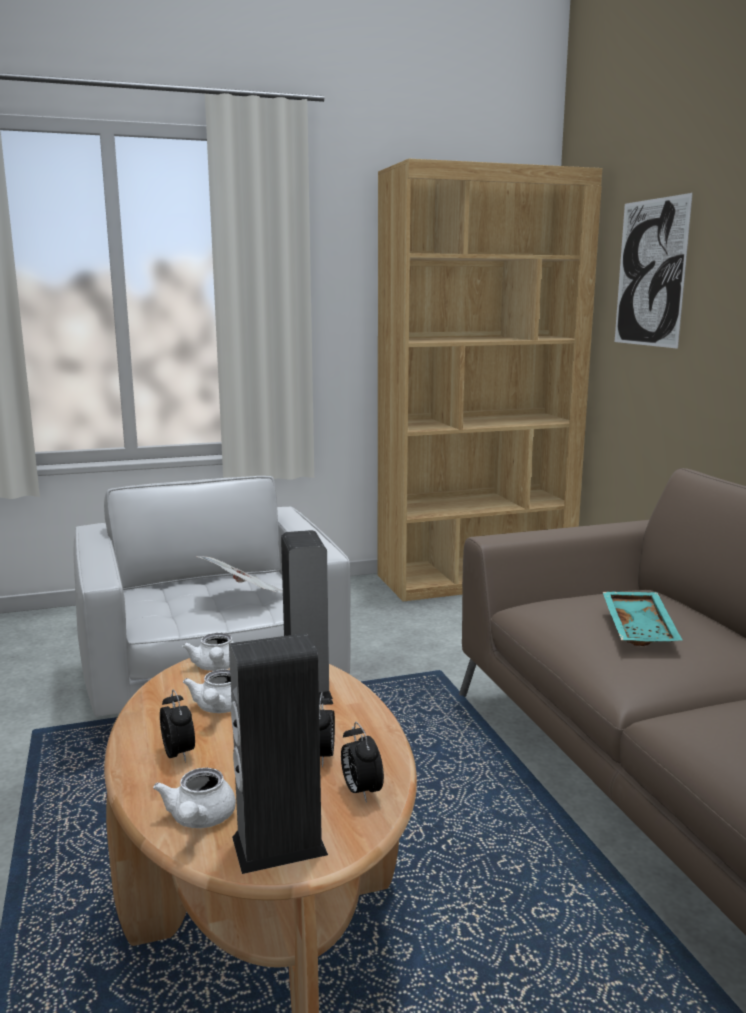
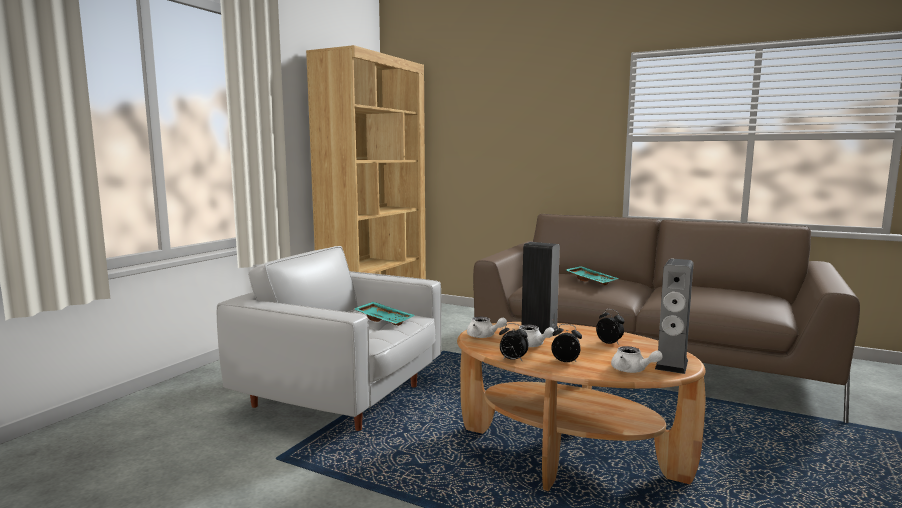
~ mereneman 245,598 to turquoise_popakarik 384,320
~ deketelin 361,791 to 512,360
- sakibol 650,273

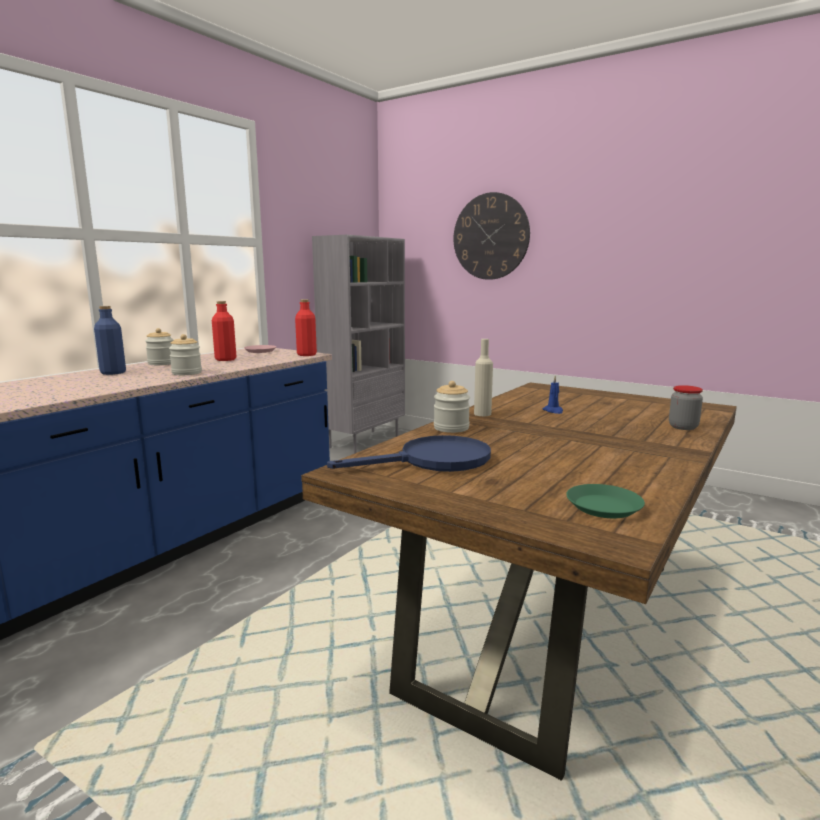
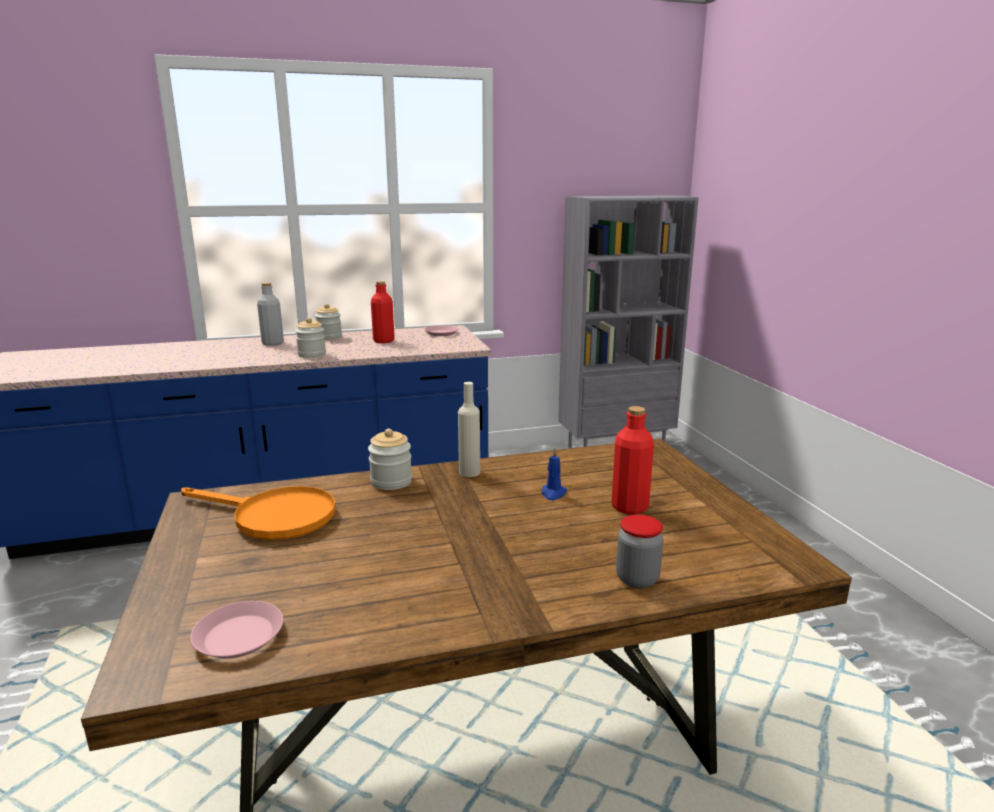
~ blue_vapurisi 433,461 to orange_vapurisi 273,517
~ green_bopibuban 603,506 to pink_bopibuban 238,636
~ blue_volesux 113,373 to grey_volesux 272,343
~ red_volesux 306,355 to 629,507
- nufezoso 490,236

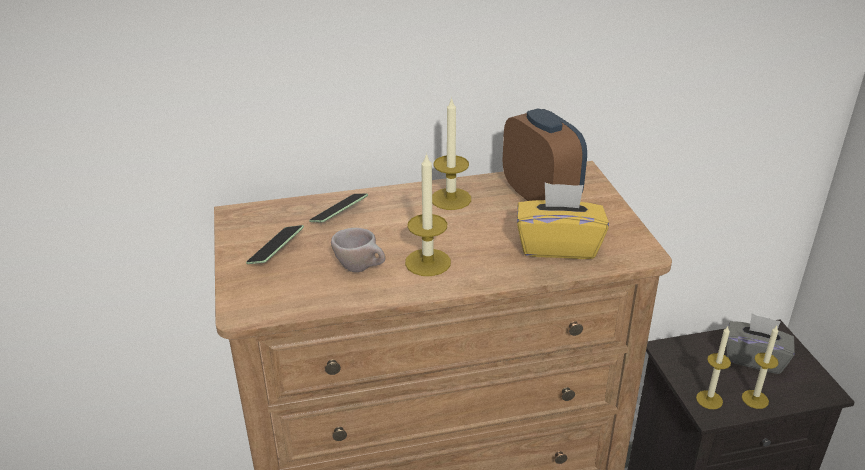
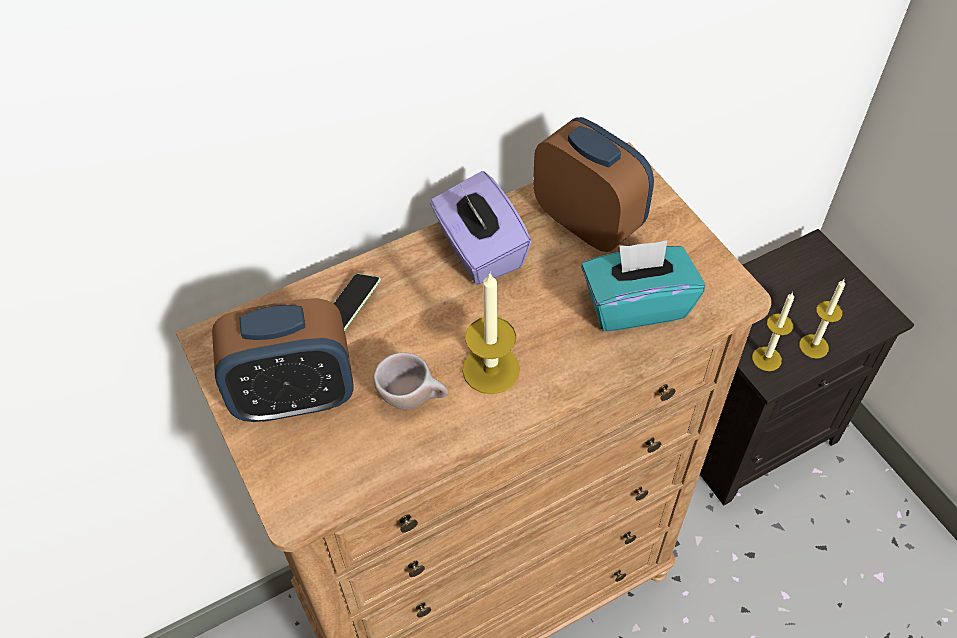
~ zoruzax 276,252 to deketelin 295,397
~ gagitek 451,199 to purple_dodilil 479,250
~ yellow_dodilil 558,246 to turquoise_dodilil 636,305
- grey_dodilil 754,358

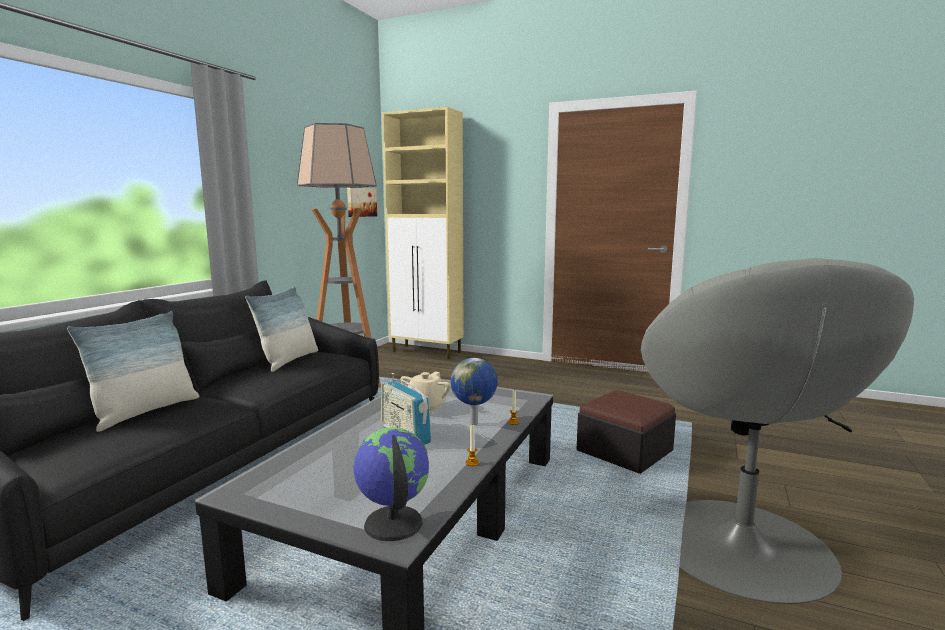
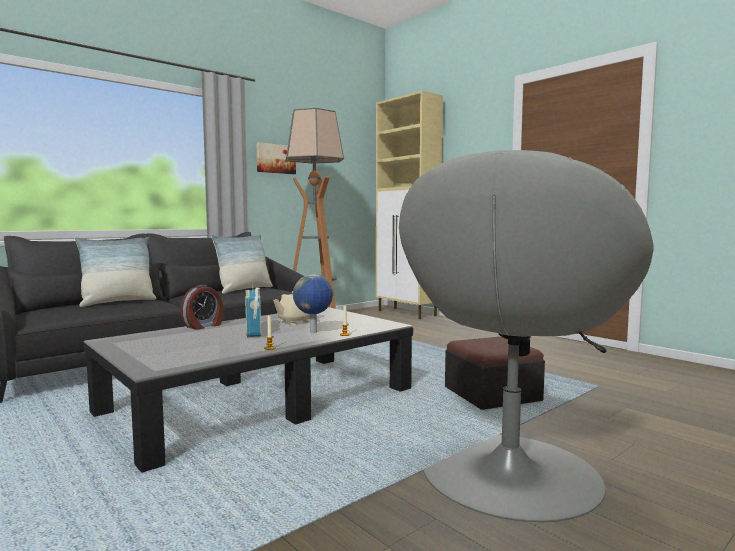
+ deketelin 204,326
~ sakibol 361,202 to 275,159
- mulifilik 392,523

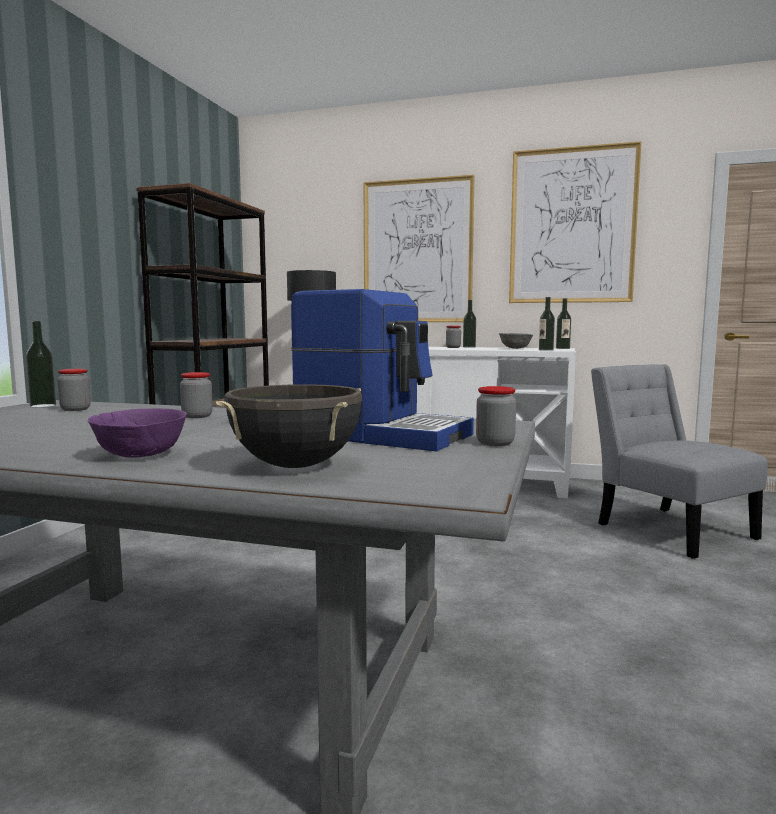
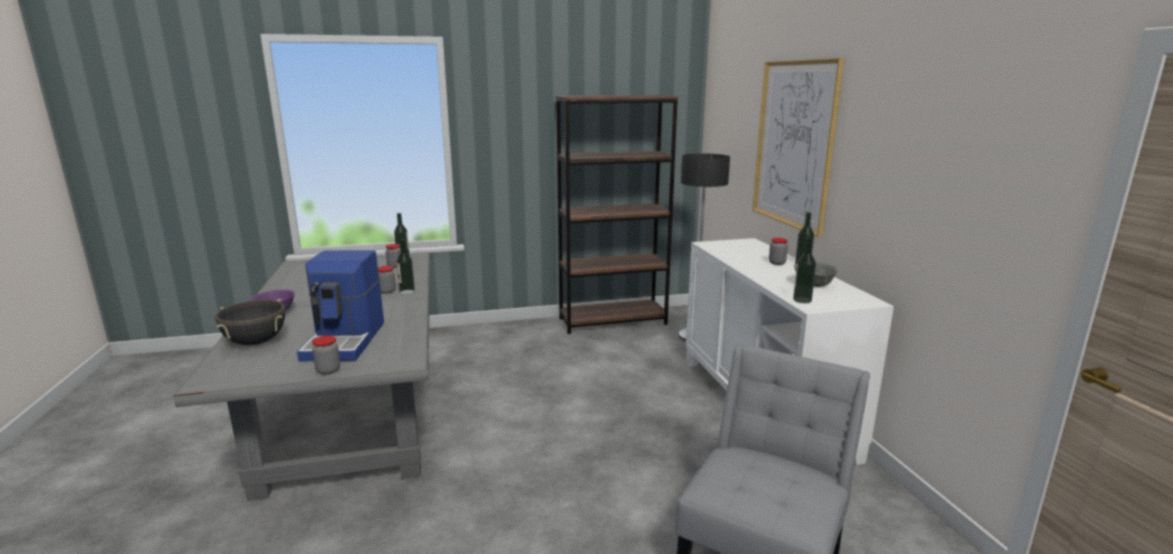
~ volesux 562,348 to 407,292
- sakibol 572,226

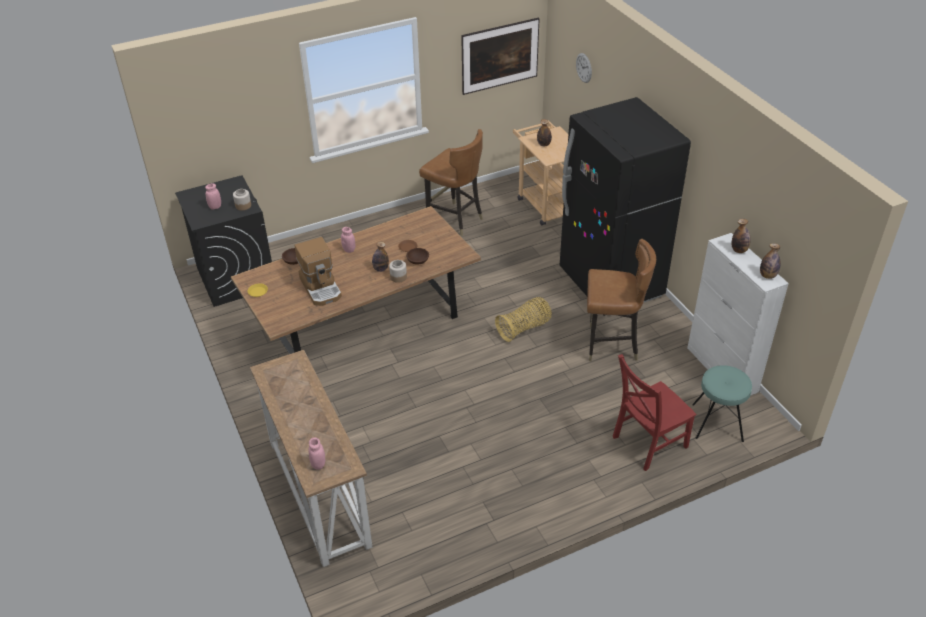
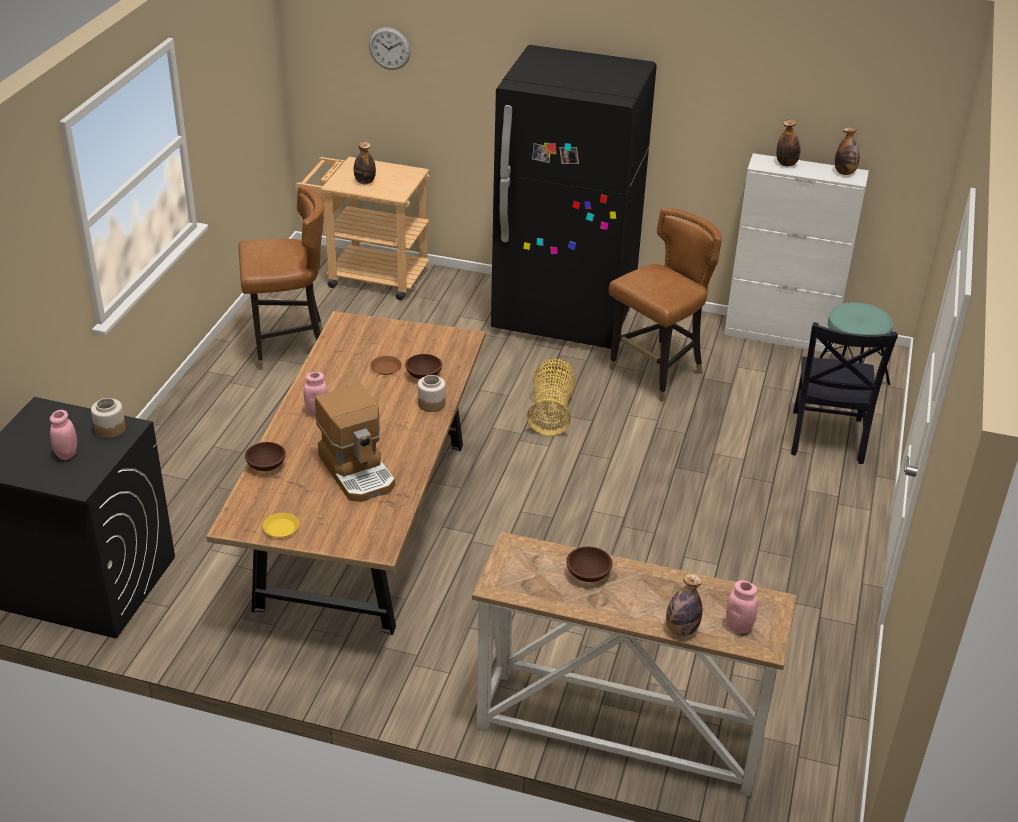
~ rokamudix 321,287 = 358,471 45 degrees clockwise
+ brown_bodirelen 587,574
~ volesux 380,269 to 681,630
~ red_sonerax 647,443 to black_sonerax 826,439
- sakibol 499,70

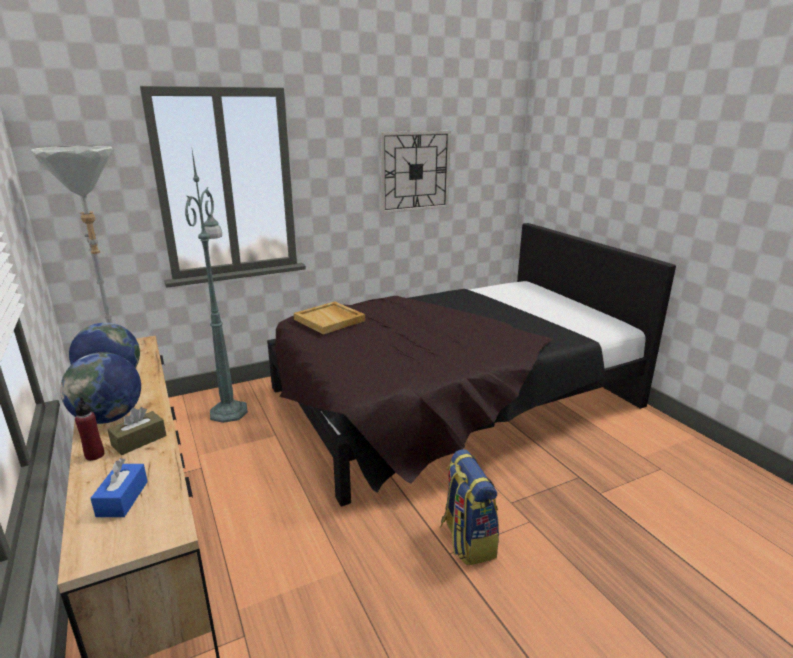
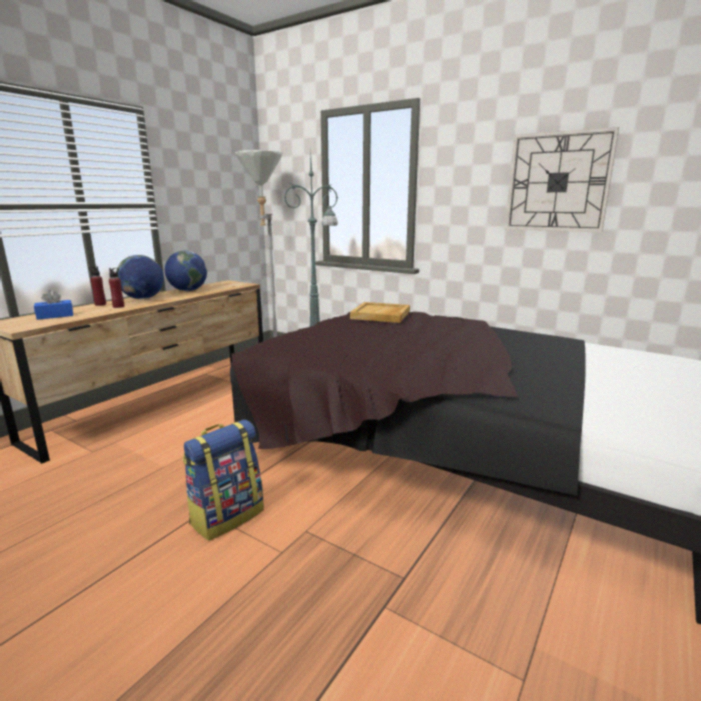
~ brown_dodilil 139,440 to red_volesux 118,306

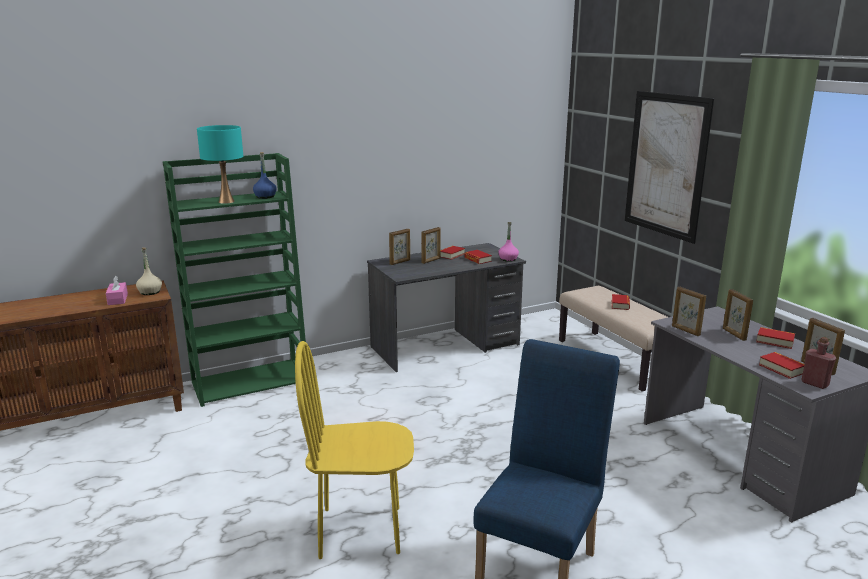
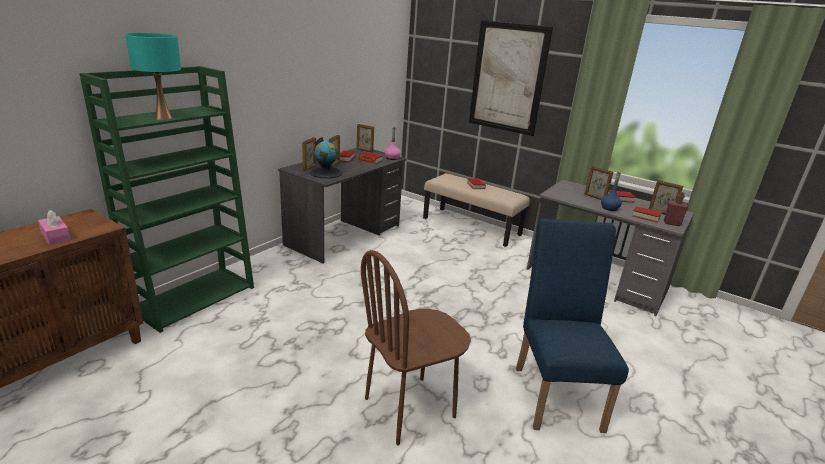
+ mulifilik 326,173
~ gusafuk 685,331 to 364,150
~ yellow_sonerax 360,531 to brown_sonerax 410,408
~ blue_volesux 265,197 to 609,208
- beige_volesux 150,292

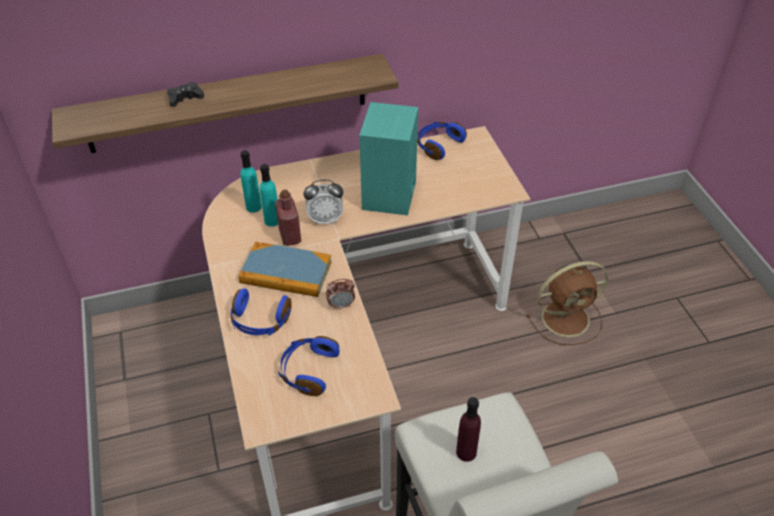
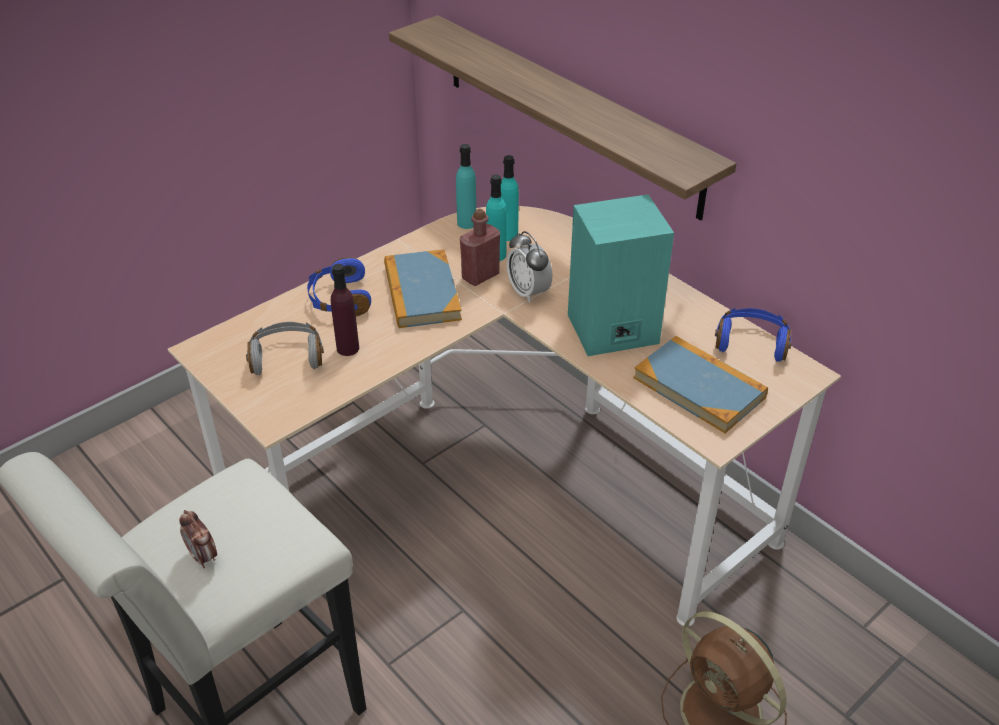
~ deketelin 341,305 to 203,556
~ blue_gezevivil 308,370 to grey_gezevivil 286,357
~ purple_volesux 466,452 to 348,348
+ turquoise_volesux 466,223
+ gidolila 699,387
- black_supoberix 185,98

